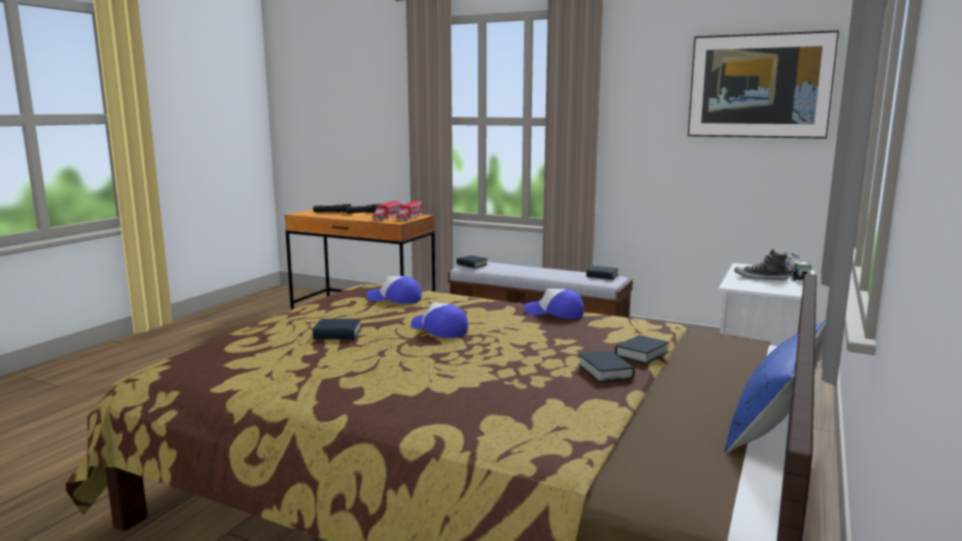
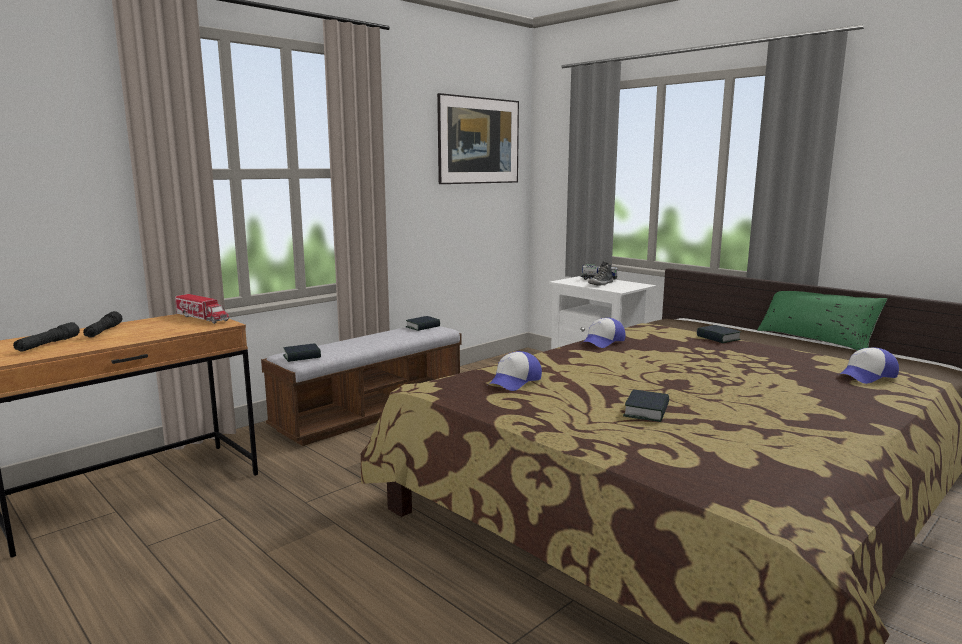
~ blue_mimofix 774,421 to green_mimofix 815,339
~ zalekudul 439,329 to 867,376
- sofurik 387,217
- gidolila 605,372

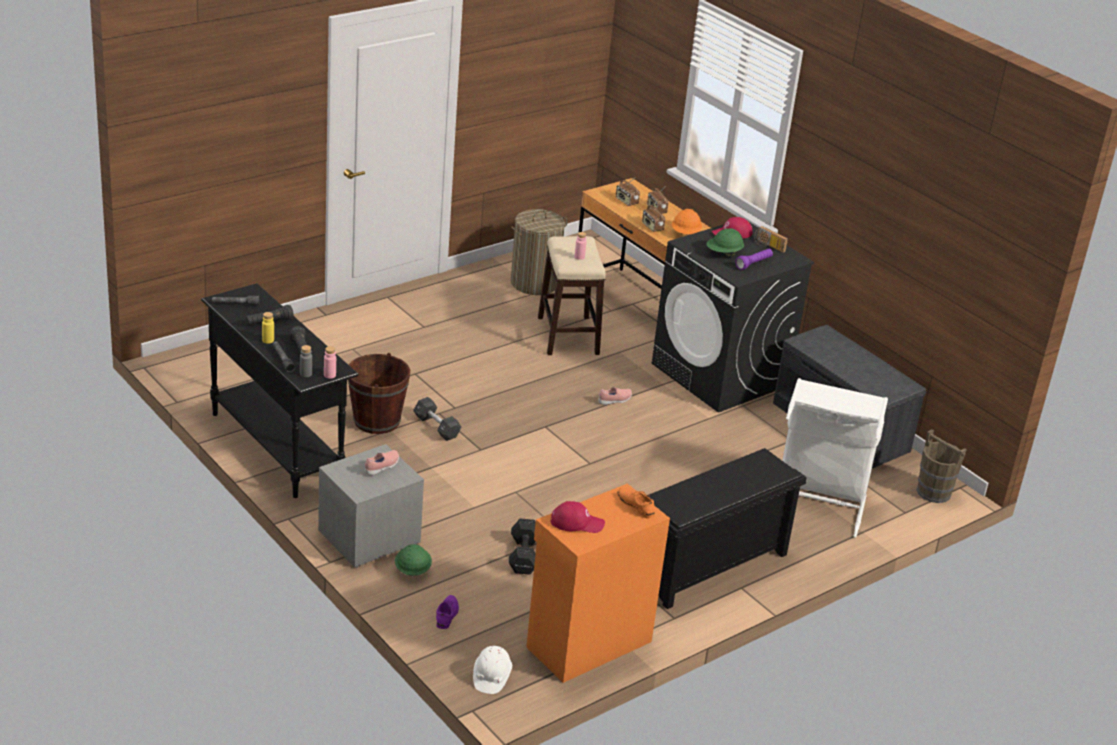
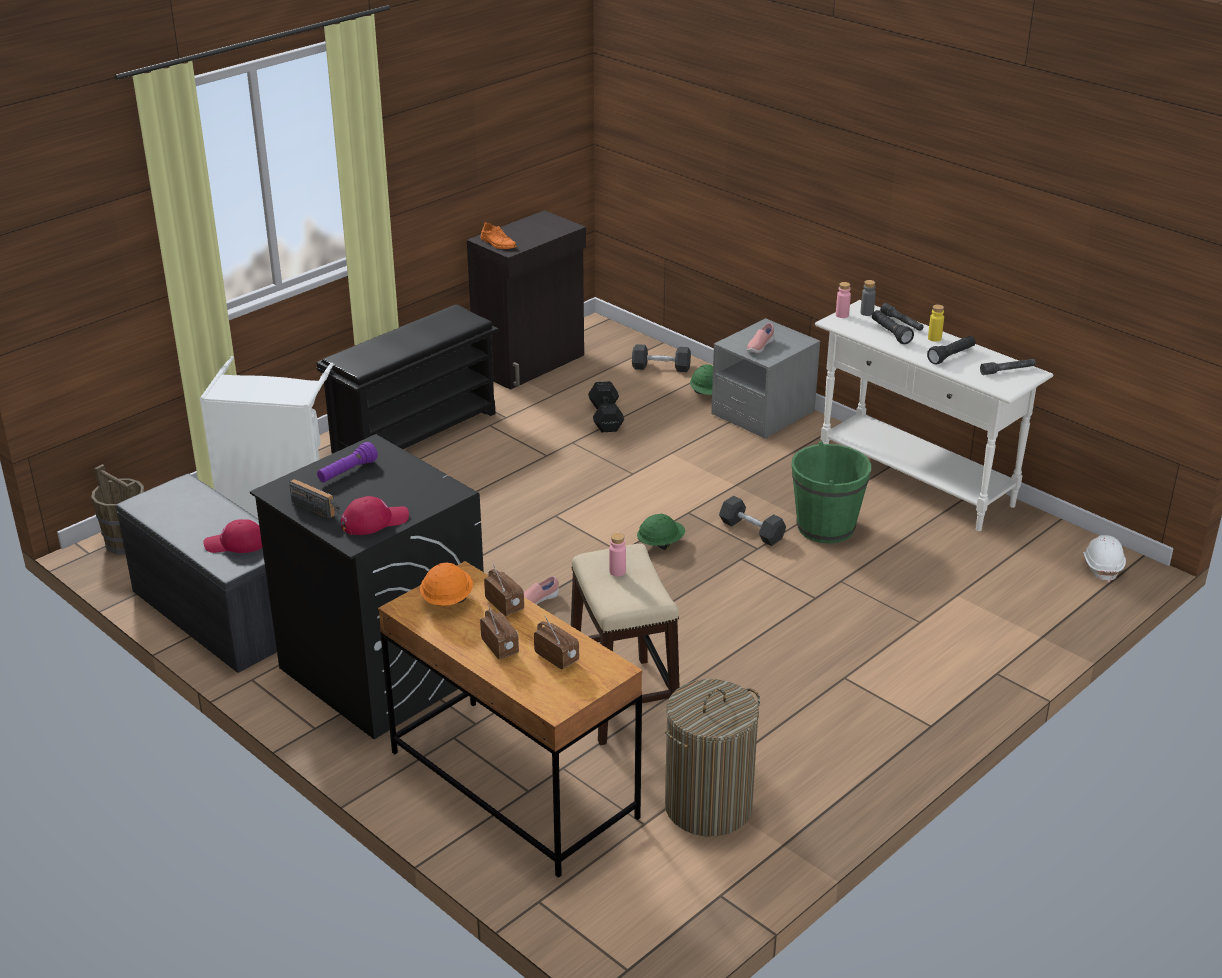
~ red_zalekudul 577,522 to 236,543
~ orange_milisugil 587,643 to black_milisugil 531,363
~ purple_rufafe 447,614 to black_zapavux 661,367
~ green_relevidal 724,253 to 660,544
~ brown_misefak 376,421 to green_misefak 826,527
~ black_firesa 276,446 to white_firesa 916,482
~ white_relevidal 491,677 to 1102,566

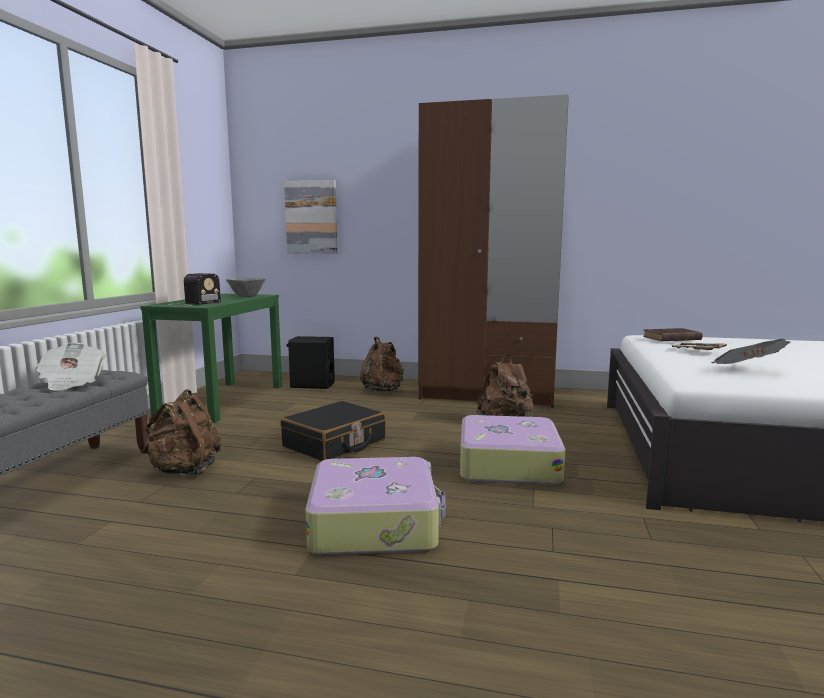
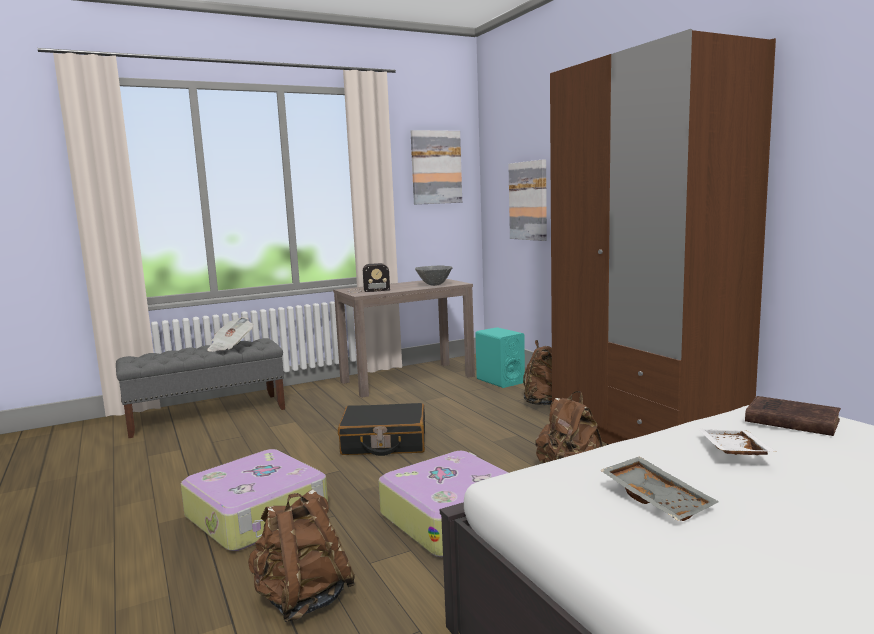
~ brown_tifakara 185,471 to 302,599
~ green_firesa 223,400 to brown_firesa 408,379
+ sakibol 436,167
~ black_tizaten 312,385 to turquoise_tizaten 500,381
~ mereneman 747,370 to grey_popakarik 658,499

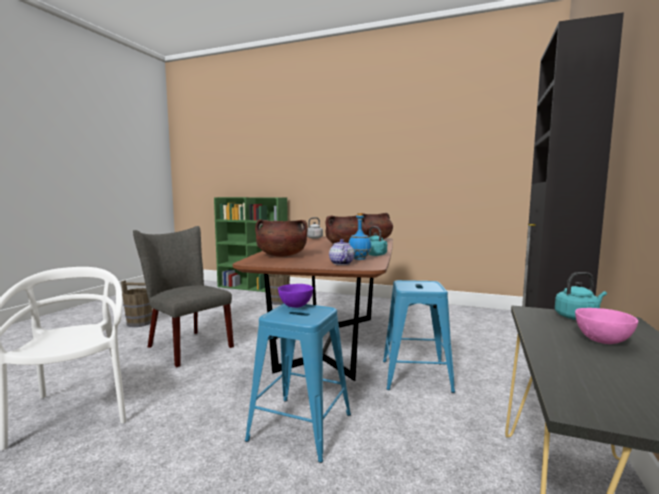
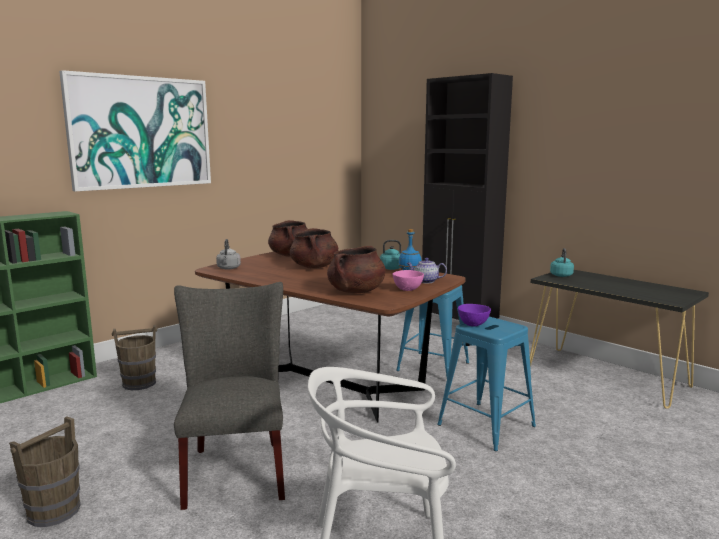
+ sakibol 141,132
~ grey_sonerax 186,346 = 236,468 105 degrees clockwise
~ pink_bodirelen 603,341 to 408,290

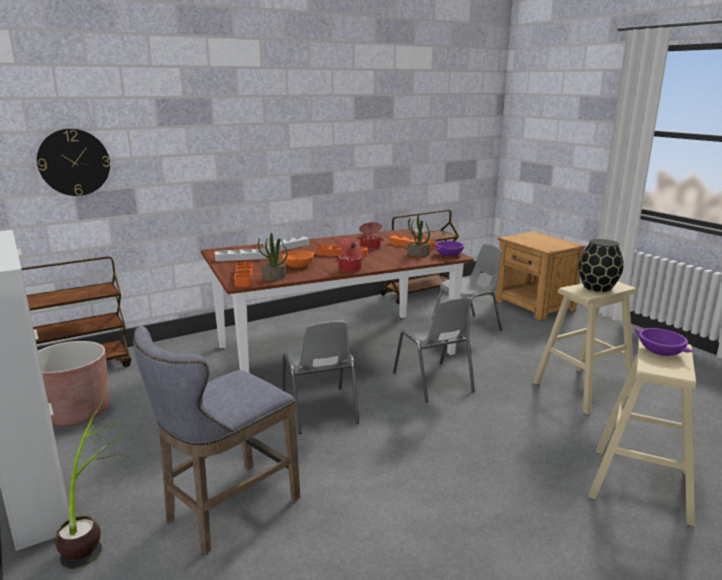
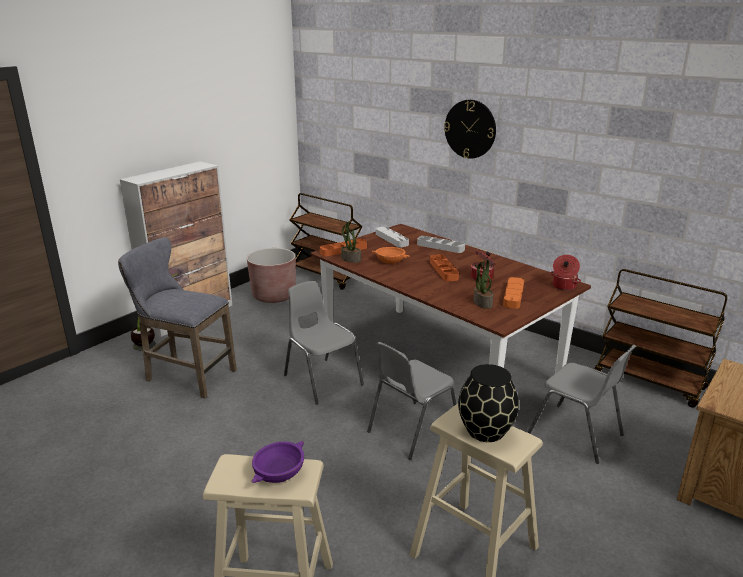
~ grey_sonerax 320,411 = 322,379 90 degrees clockwise
~ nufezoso 74,162 to 470,129
~ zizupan 350,269 to 563,286
- purple_bodirelen 448,254

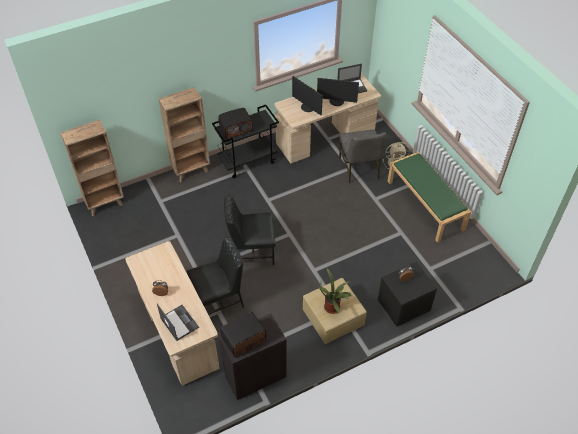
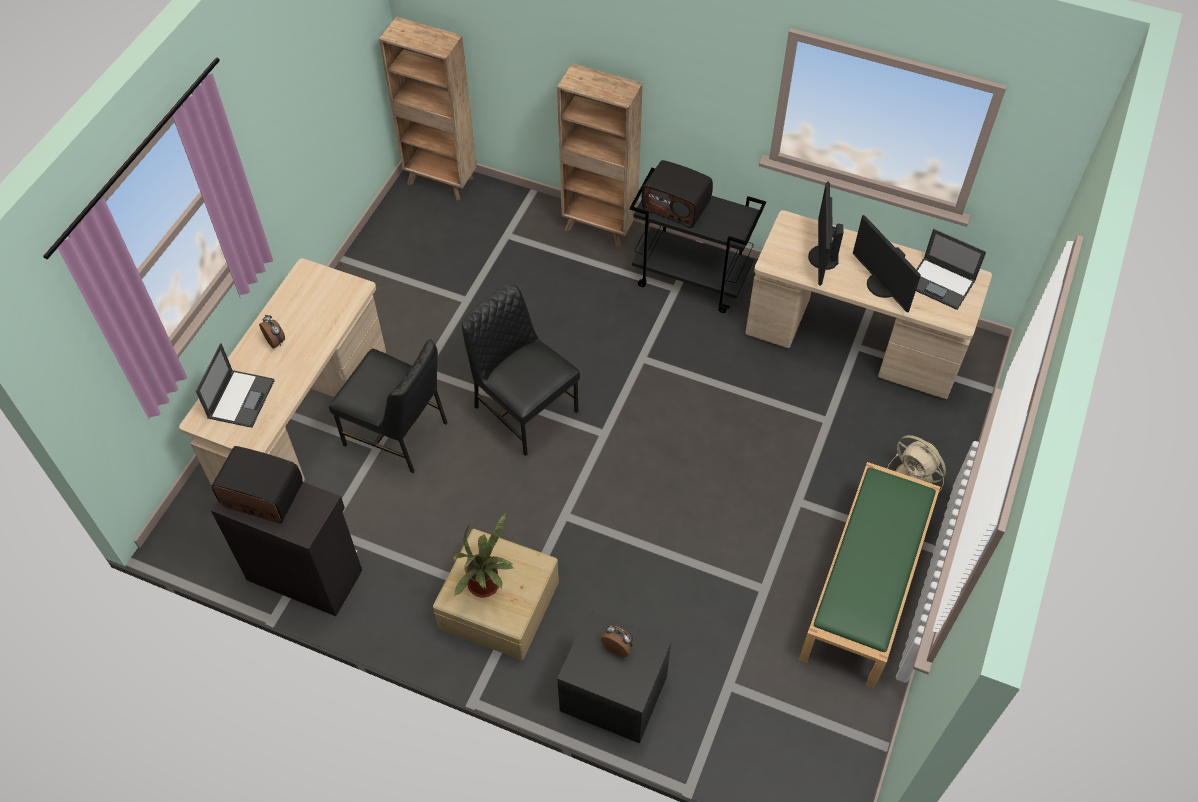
- grey_sonerax 359,168

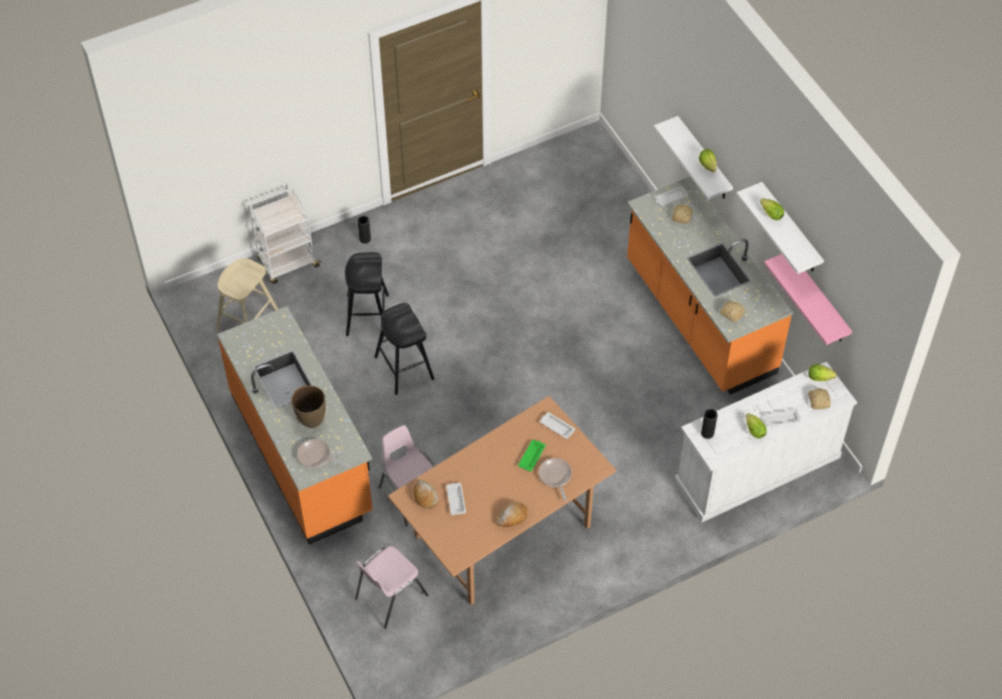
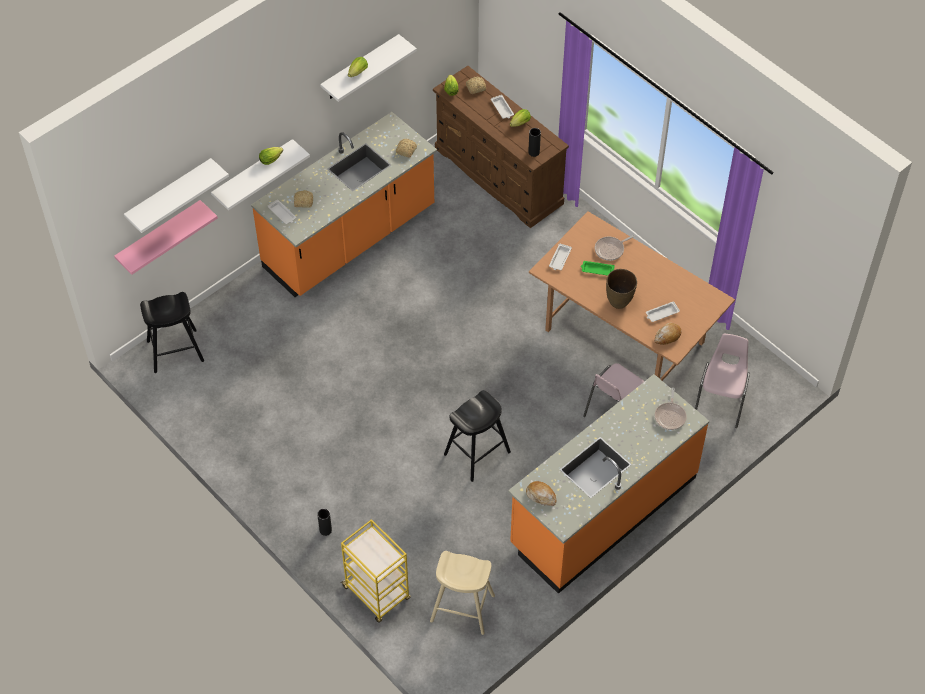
~ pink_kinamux 818,299 to 159,236
+ white_kinamux 169,195
~ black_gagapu 367,315 to 175,351
~ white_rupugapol 287,263 to yellow_rupugapol 377,594
~ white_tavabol 756,470 to brown_tavabol 499,176
~ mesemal 512,517 to 541,496
~ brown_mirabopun 311,420 to 619,302
~ pink_sonerax 390,596 = 720,402 105 degrees counterclockwise

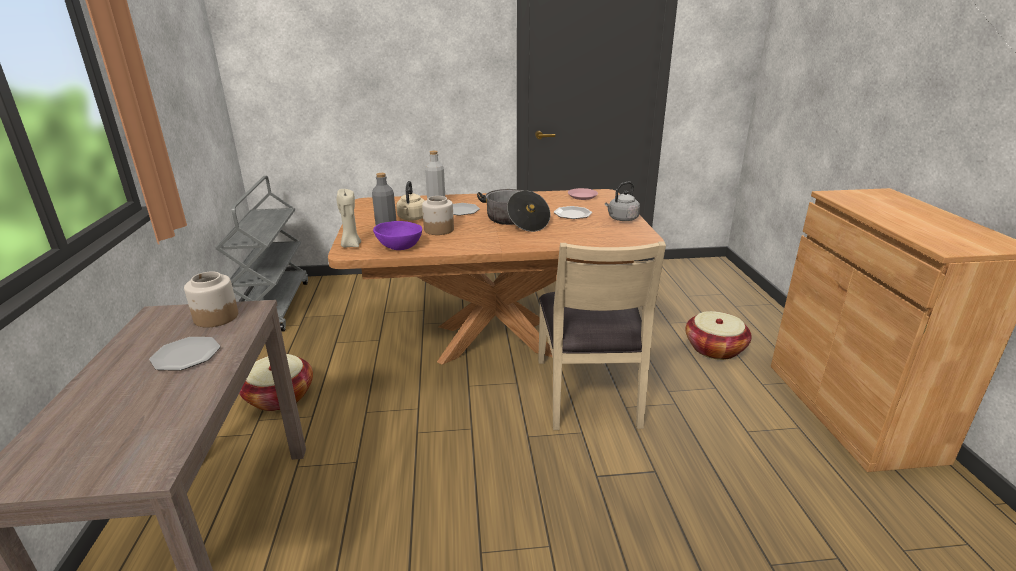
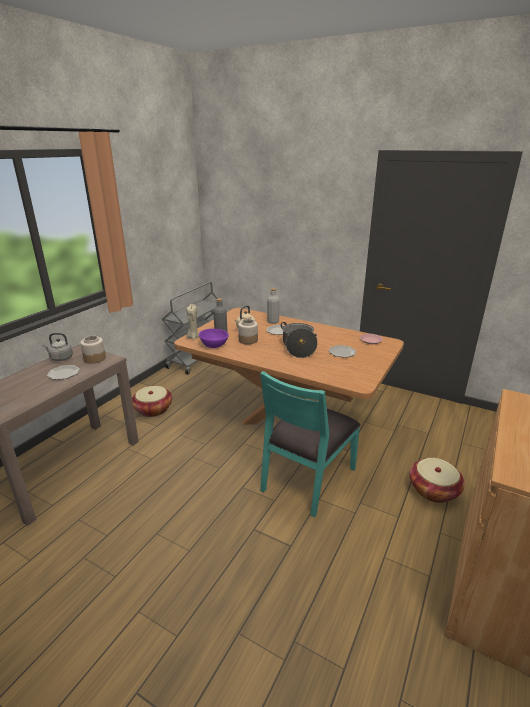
~ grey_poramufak 621,219 to 60,358
~ beige_sonerax 589,392 to turquoise_sonerax 307,478

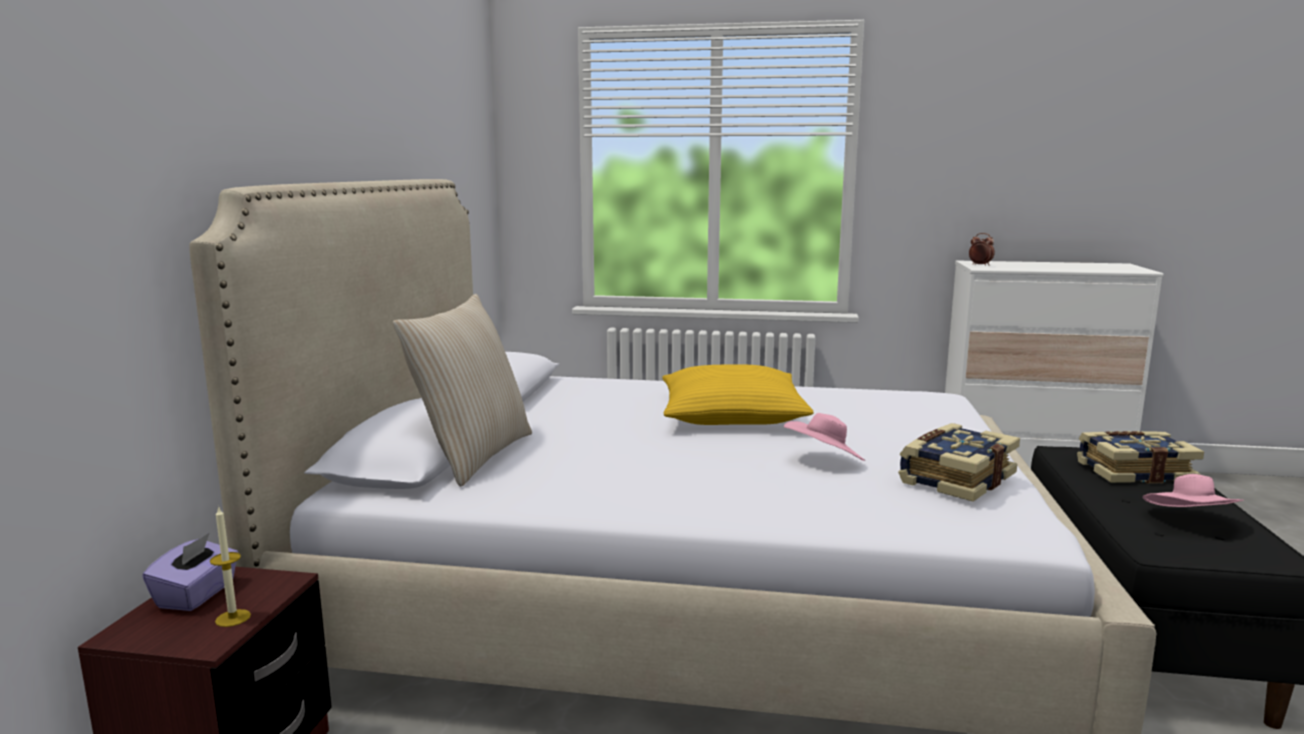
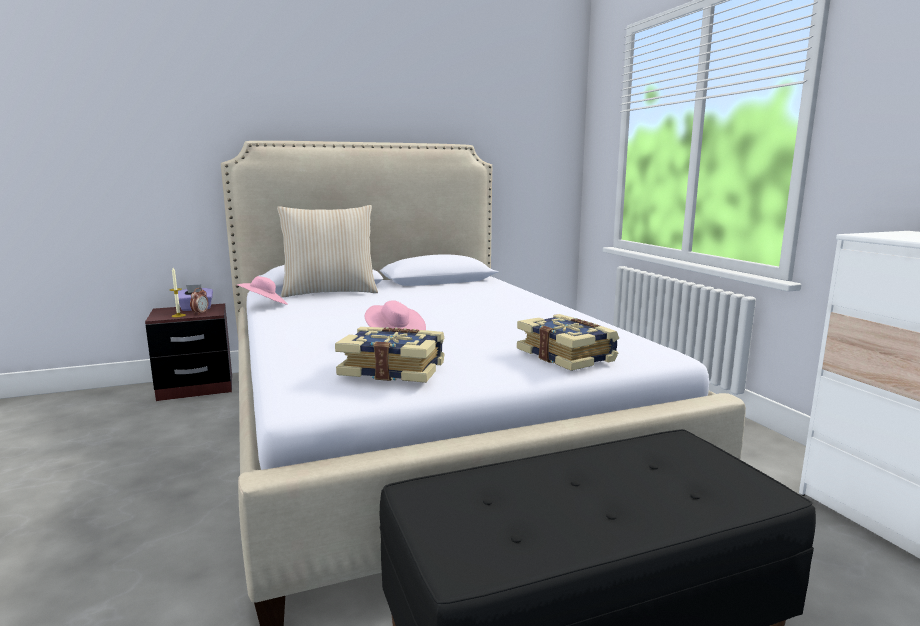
~ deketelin 980,265 to 200,313
~ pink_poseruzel 1190,521 to 264,305
~ gidolila 1133,472 to 567,356
- yellow_mimofix 732,415

